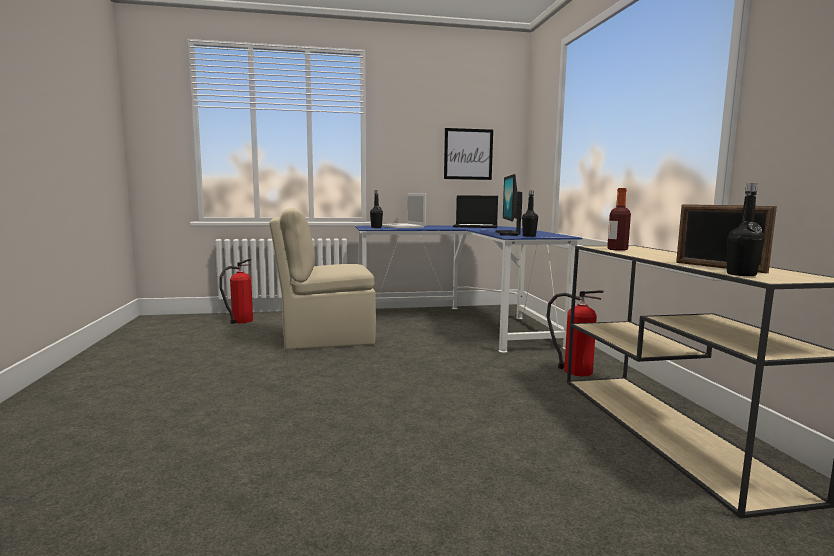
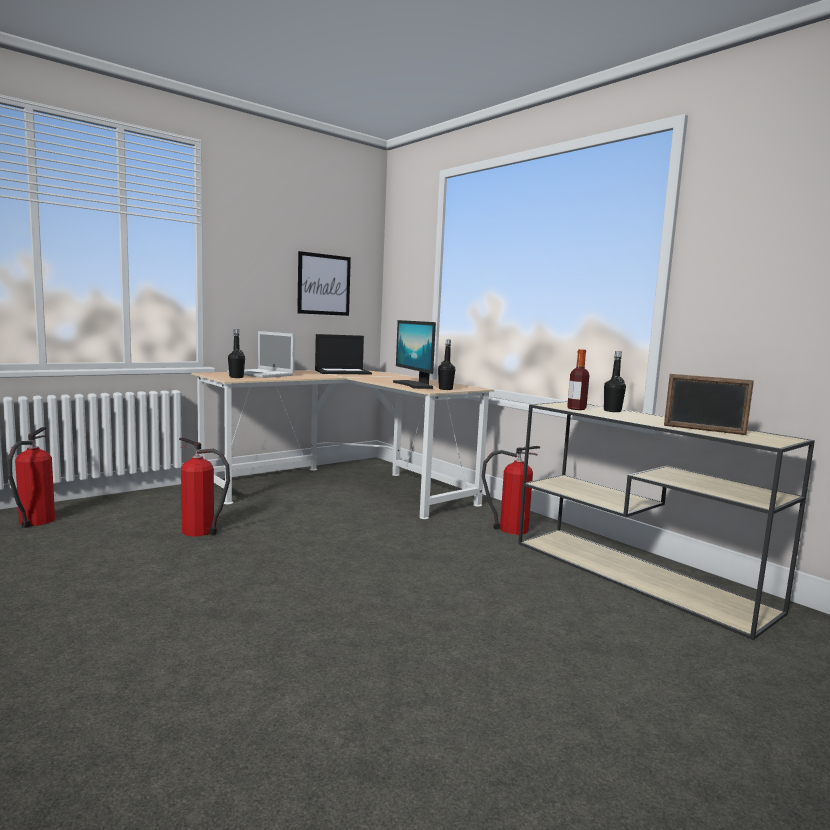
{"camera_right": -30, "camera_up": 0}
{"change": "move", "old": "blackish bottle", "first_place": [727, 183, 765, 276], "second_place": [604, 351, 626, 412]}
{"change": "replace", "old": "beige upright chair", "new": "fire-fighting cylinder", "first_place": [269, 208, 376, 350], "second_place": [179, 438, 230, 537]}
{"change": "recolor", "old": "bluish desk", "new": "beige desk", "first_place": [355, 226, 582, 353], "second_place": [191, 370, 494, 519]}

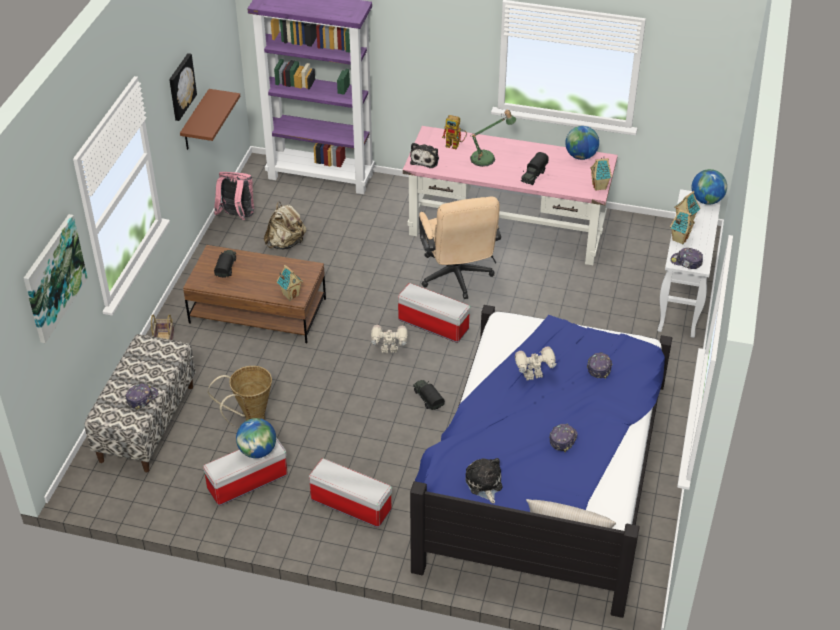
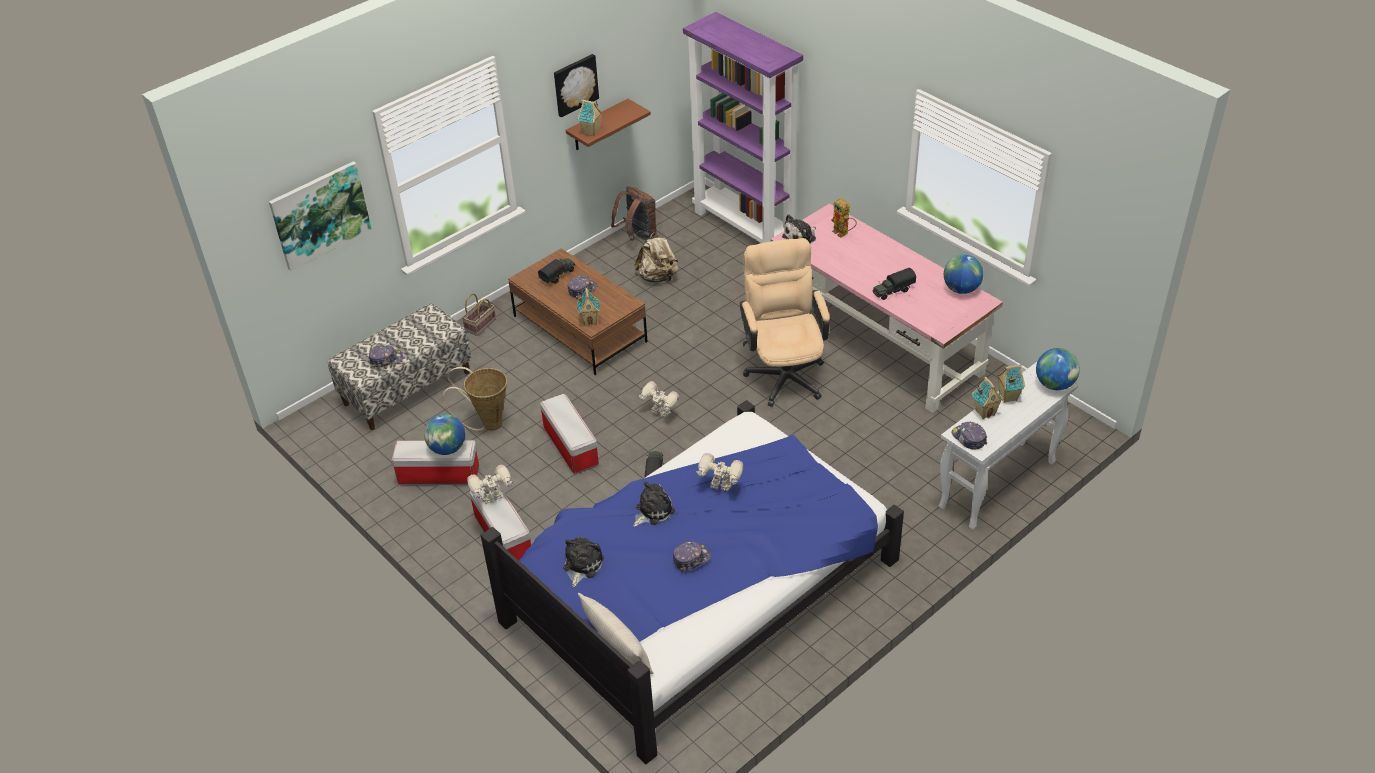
{"camera_right": 35, "camera_up": 0}
{"change": "delete", "old": "table lamp", "first_place": [470, 110, 516, 167]}
{"change": "insert", "new": "robot figure", "second_place": [467, 465, 513, 504]}
{"change": "insert", "new": "plush toy", "second_place": [633, 482, 675, 527]}
{"change": "move", "old": "storage box", "first_place": [398, 283, 470, 343], "second_place": [540, 394, 599, 475]}
{"change": "move", "old": "cap", "first_place": [587, 352, 612, 379], "second_place": [568, 276, 597, 299]}
{"change": "move", "old": "model house", "first_place": [590, 158, 612, 191], "second_place": [578, 99, 602, 136]}
{"change": "recolor", "old": "pink-coloured rucksack", "new": "brownish rucksack", "first_place": [214, 172, 254, 220], "second_place": [611, 186, 656, 241]}
{"change": "rotate", "old": "beige office chair", "first_place": [419, 197, 501, 299], "second_place": [740, 238, 830, 407], "degrees": 150}

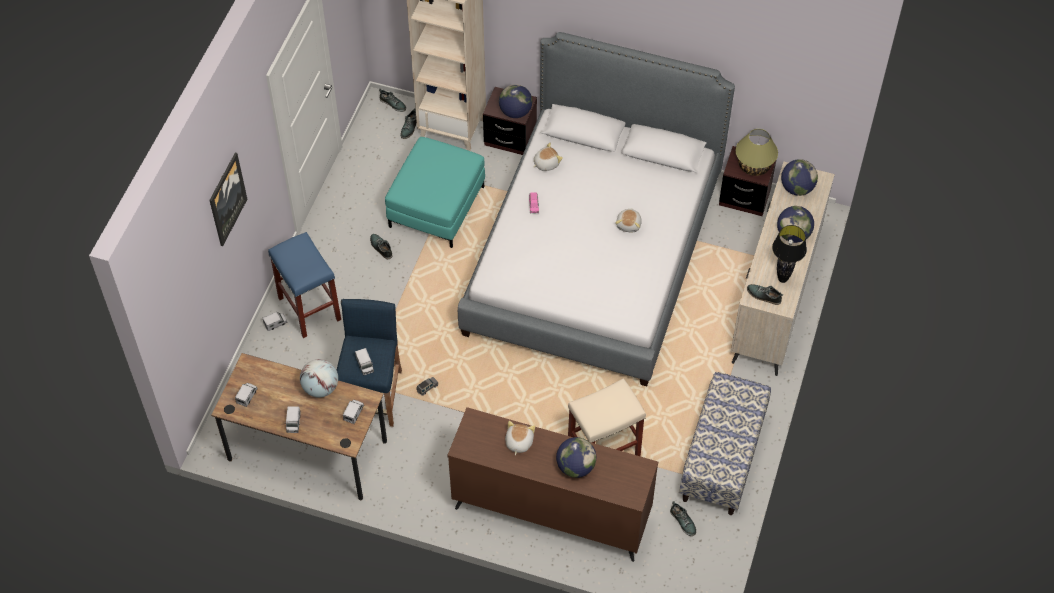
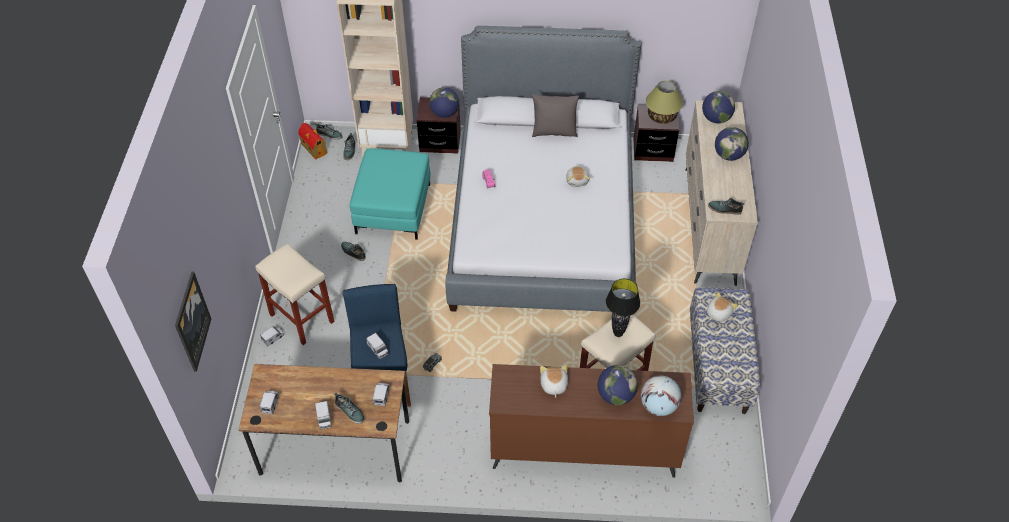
{"camera_right": -15, "camera_up": -5}
{"change": "insert", "new": "model house", "second_place": [298, 123, 327, 159]}
{"change": "insert", "new": "greyish cushion", "second_place": [532, 94, 579, 137]}
{"change": "move", "old": "picture", "first_place": [209, 152, 247, 246], "second_place": [175, 271, 211, 372]}
{"change": "move", "old": "globe", "first_place": [300, 359, 338, 398], "second_place": [641, 376, 681, 416]}
{"change": "move", "old": "plush toy", "first_place": [533, 143, 563, 171], "second_place": [707, 292, 738, 322]}
{"change": "move", "old": "item of footwear", "first_place": [670, 501, 696, 536], "second_place": [334, 393, 365, 424]}
{"change": "move", "old": "blackish table lamp", "first_place": [772, 225, 807, 283], "second_place": [606, 279, 640, 337]}
{"change": "recolor", "old": "bluish stool", "new": "beige stool", "first_place": [268, 232, 341, 338], "second_place": [256, 243, 334, 345]}

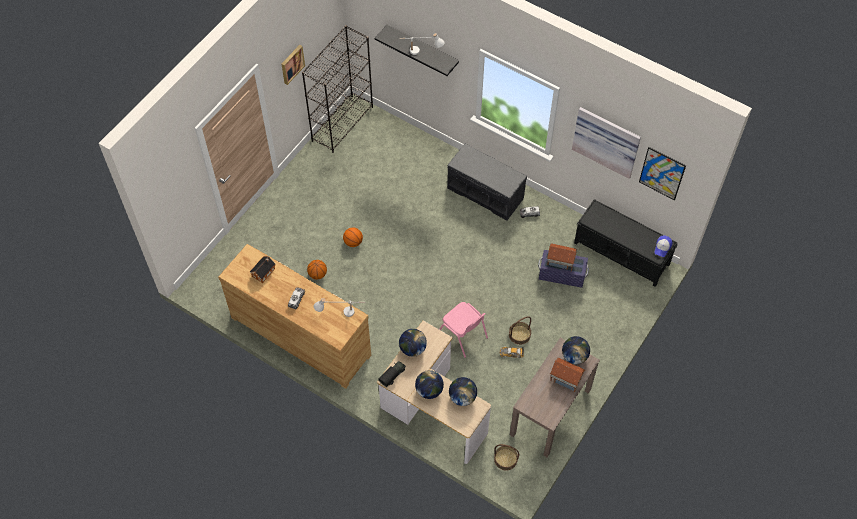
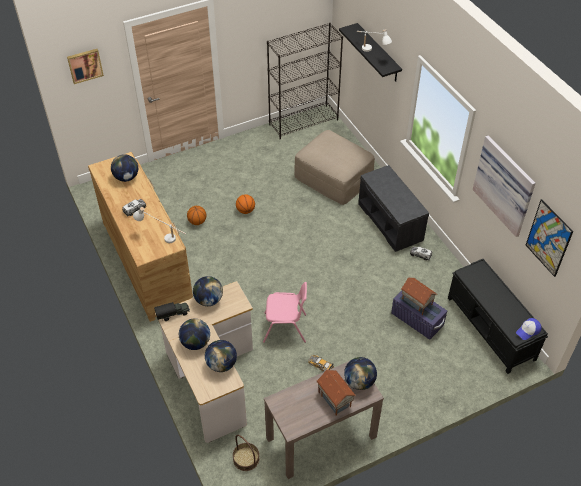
{"camera_right": 30, "camera_up": -10}
{"change": "delete", "old": "storage basket", "first_place": [509, 316, 531, 345]}
{"change": "insert", "new": "beige ottoman", "second_place": [295, 130, 375, 205]}
{"change": "move", "old": "picture", "first_place": [281, 45, 305, 85], "second_place": [67, 49, 104, 84]}
{"change": "replace", "old": "model house", "new": "globe", "first_place": [250, 256, 275, 283], "second_place": [111, 154, 138, 182]}
{"change": "rotate", "old": "pink-coloured upright chair", "first_place": [439, 302, 488, 358], "second_place": [263, 282, 307, 343], "degrees": -75}

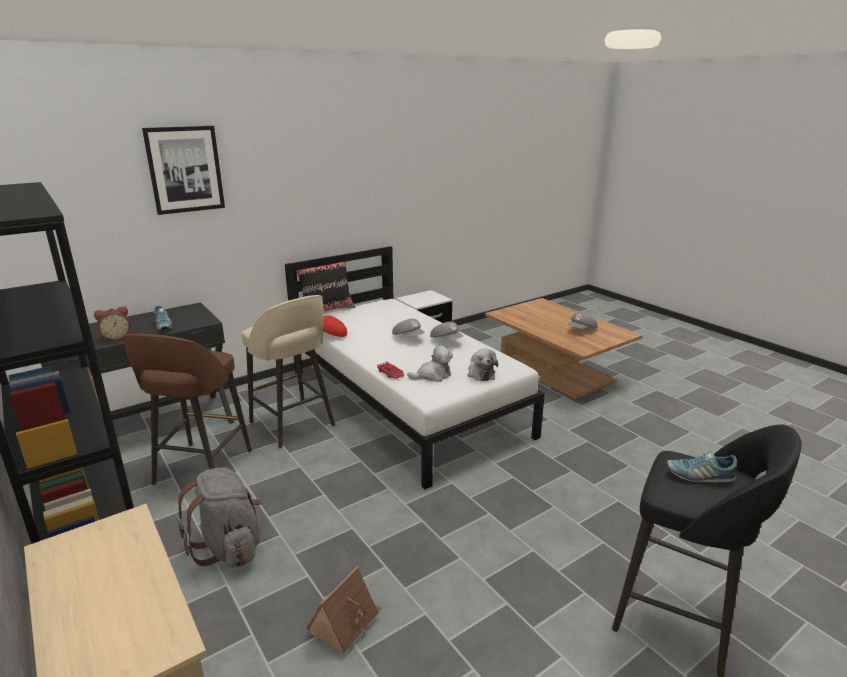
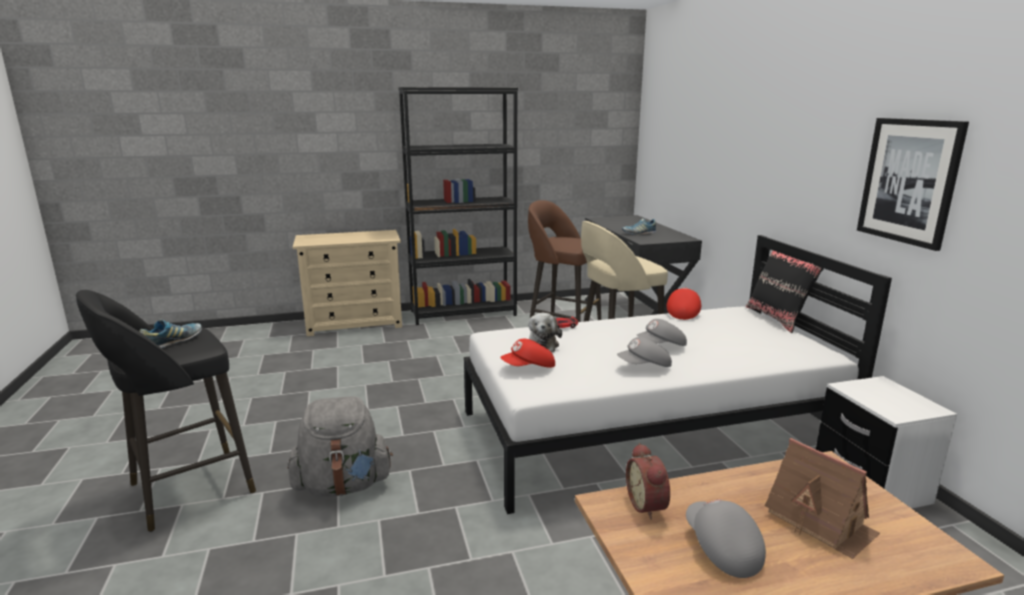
{"camera_right": 110, "camera_up": -5}
{"change": "move", "old": "bedside clock", "first_place": [94, 306, 130, 341], "second_place": [626, 443, 670, 520]}
{"change": "move", "old": "picture", "first_place": [142, 126, 225, 215], "second_place": [857, 118, 969, 251]}
{"change": "move", "old": "greyish rucksack", "first_place": [176, 467, 262, 568], "second_place": [288, 396, 393, 497]}
{"change": "move", "old": "model house", "first_place": [306, 566, 382, 654], "second_place": [765, 438, 880, 559]}
{"change": "replace", "old": "plush toy", "new": "red cap", "first_place": [467, 349, 498, 381], "second_place": [500, 339, 555, 368]}

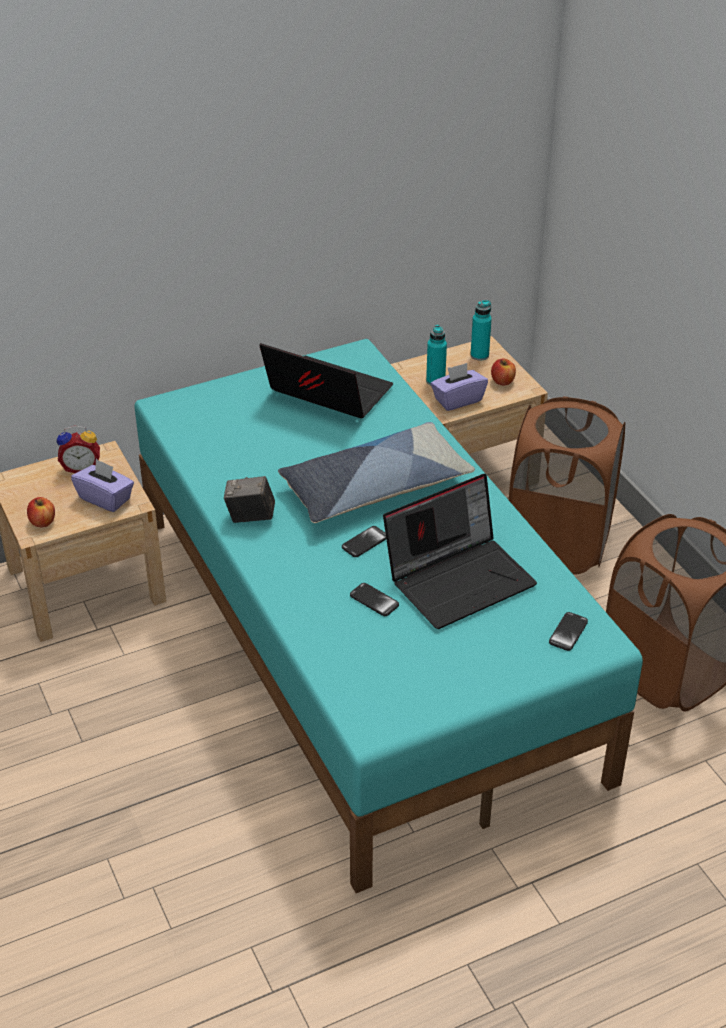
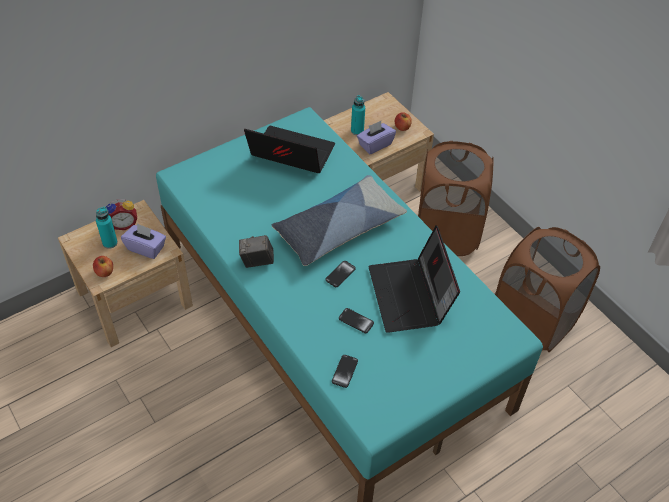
{"camera_right": -10, "camera_up": 10}
{"change": "move", "old": "turquoise bottle", "first_place": [471, 300, 492, 361], "second_place": [96, 207, 118, 249]}
{"change": "move", "old": "telephone", "first_place": [549, 612, 588, 651], "second_place": [332, 355, 358, 388]}
{"change": "rotate", "old": "notebook computer", "first_place": [383, 474, 537, 629], "second_place": [368, 225, 460, 333], "degrees": 120}

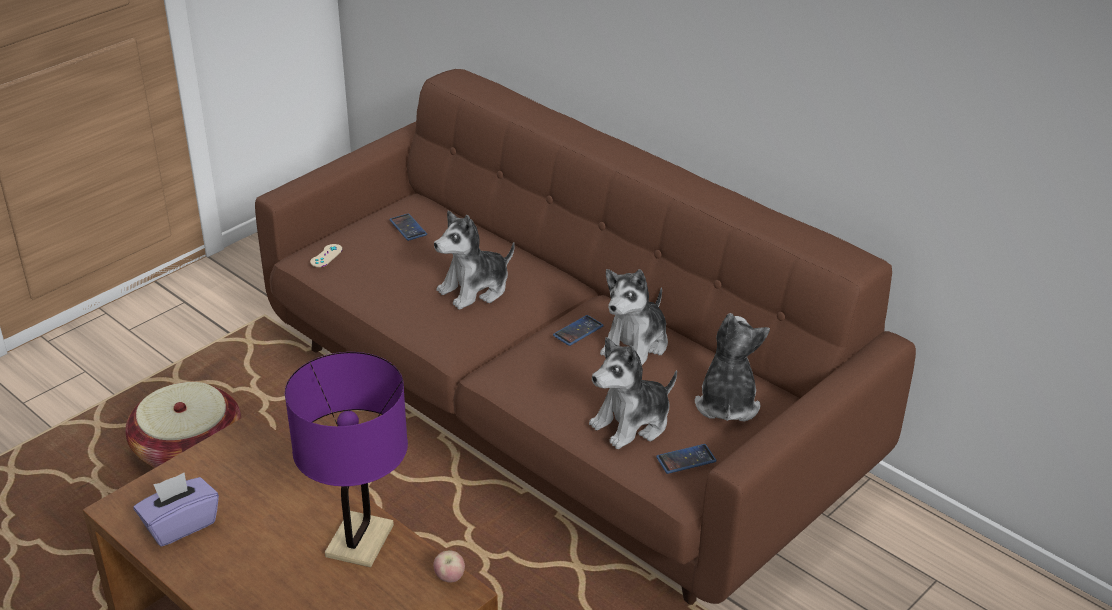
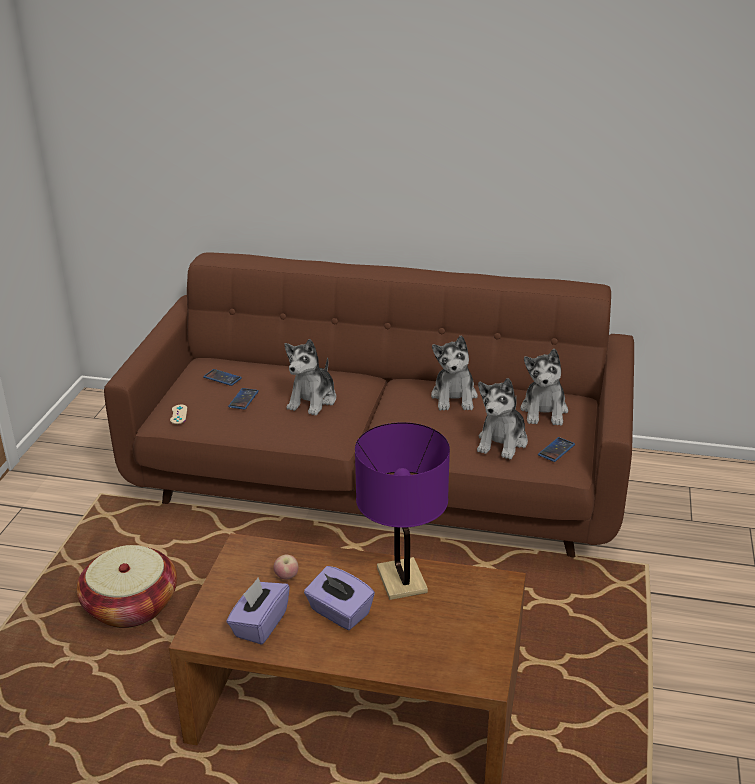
{"camera_right": -30, "camera_up": -5}
{"change": "insert", "new": "purple-coloured tissue box", "second_place": [304, 566, 375, 630]}
{"change": "move", "old": "apple fruit", "first_place": [433, 550, 465, 583], "second_place": [273, 554, 298, 580]}
{"change": "move", "old": "telephone", "first_place": [553, 315, 604, 346], "second_place": [228, 388, 259, 410]}
{"change": "rotate", "old": "plush toy", "first_place": [695, 313, 770, 422], "second_place": [520, 349, 568, 426], "degrees": -150}

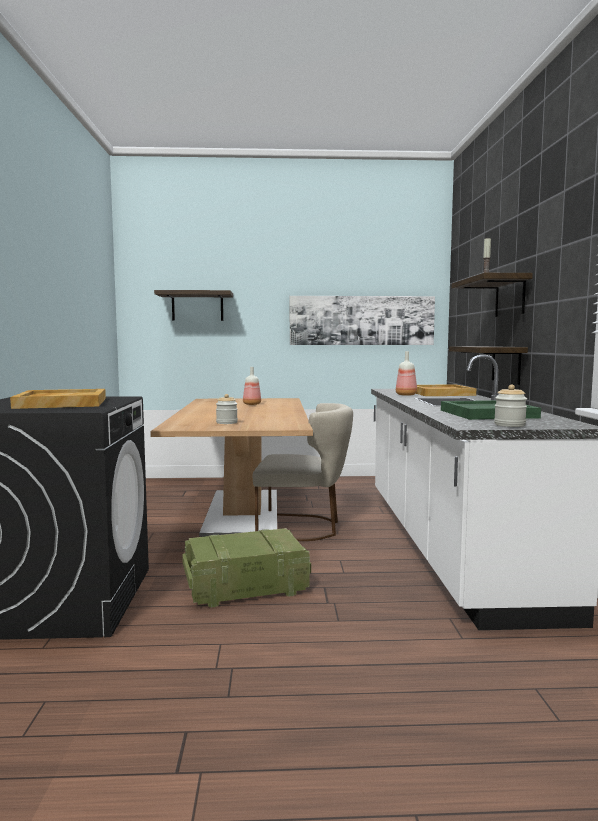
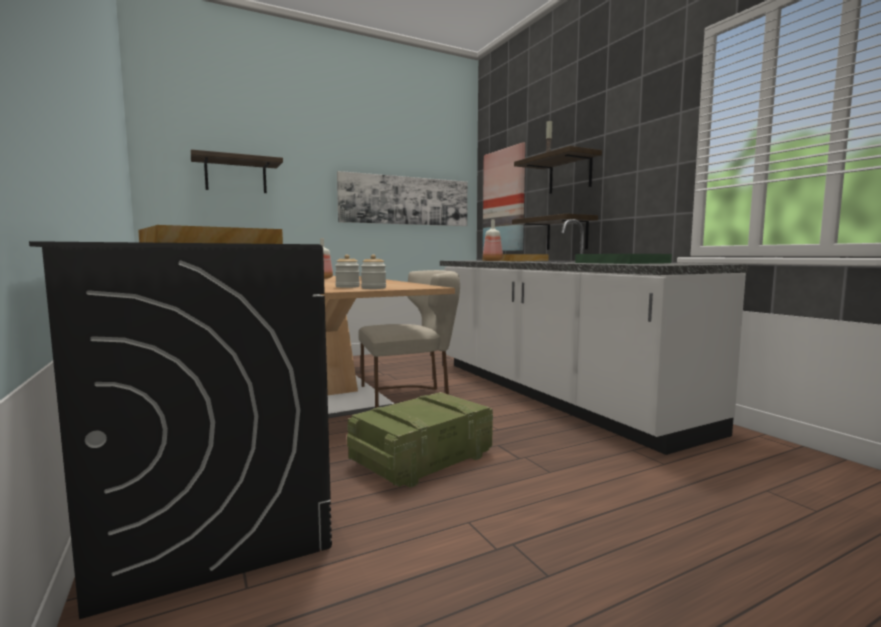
{"camera_right": -25, "camera_up": 0}
{"change": "insert", "new": "picture", "second_place": [483, 142, 525, 251]}
{"change": "move", "old": "jar", "first_place": [494, 385, 527, 427], "second_place": [361, 254, 386, 289]}

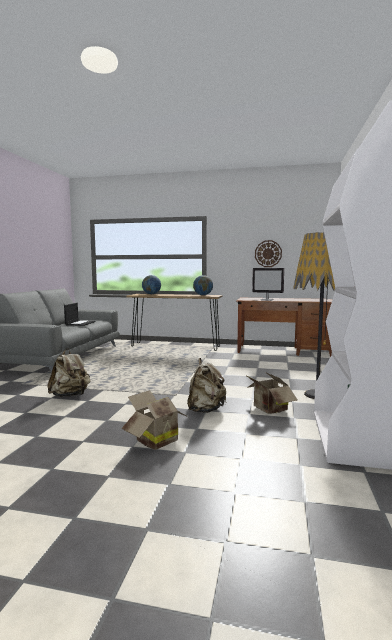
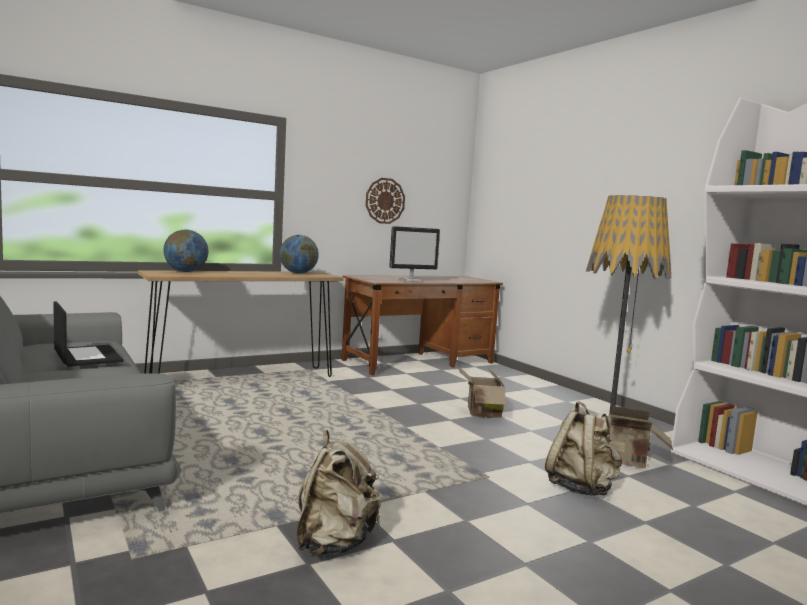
{"camera_right": -45, "camera_up": 0}
{"change": "move", "old": "carton", "first_place": [121, 390, 190, 450], "second_place": [458, 366, 506, 418]}

